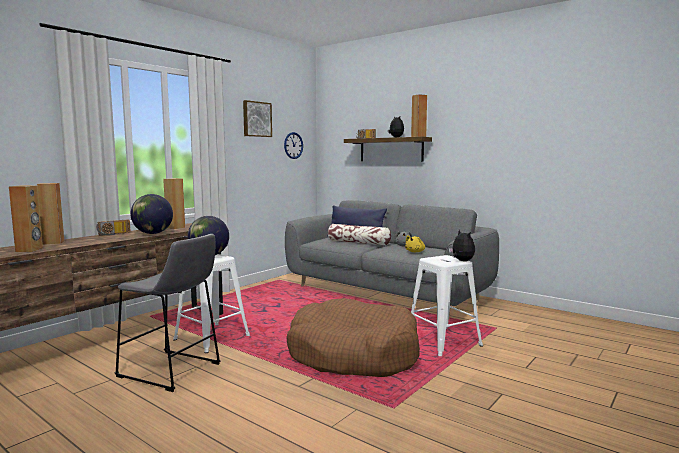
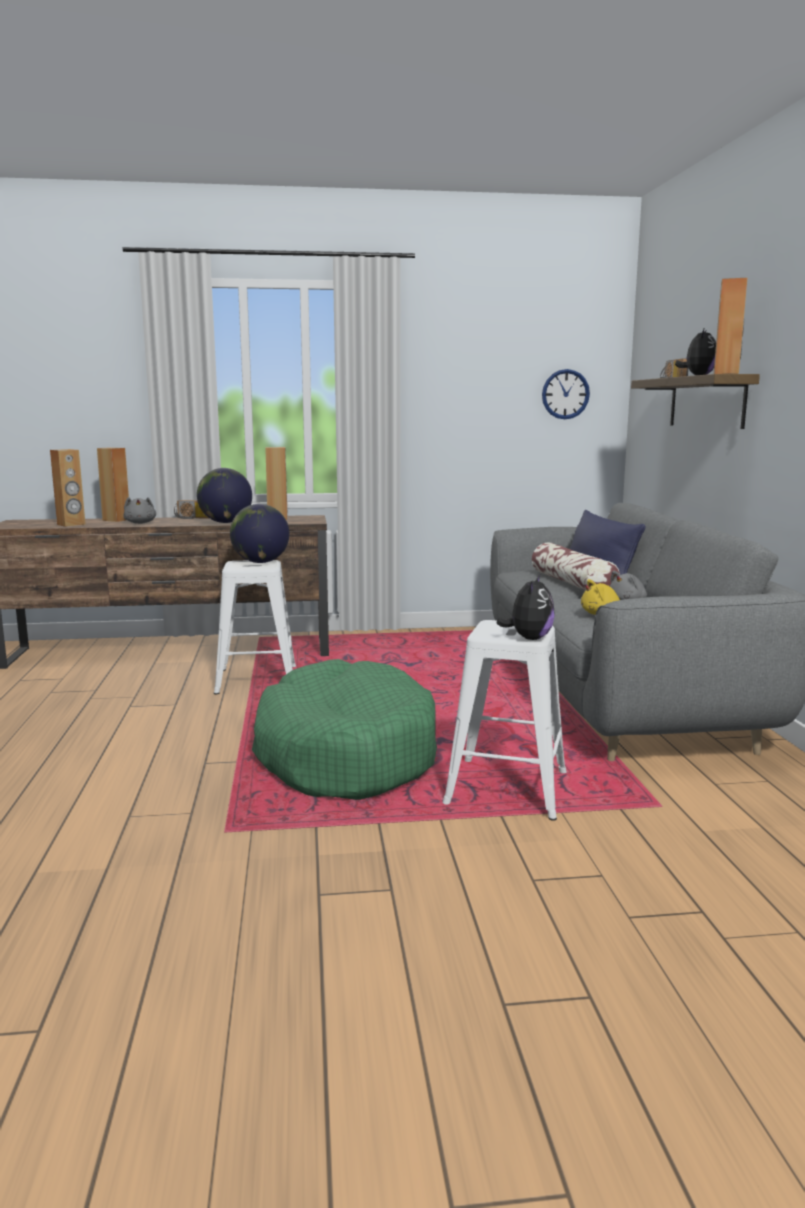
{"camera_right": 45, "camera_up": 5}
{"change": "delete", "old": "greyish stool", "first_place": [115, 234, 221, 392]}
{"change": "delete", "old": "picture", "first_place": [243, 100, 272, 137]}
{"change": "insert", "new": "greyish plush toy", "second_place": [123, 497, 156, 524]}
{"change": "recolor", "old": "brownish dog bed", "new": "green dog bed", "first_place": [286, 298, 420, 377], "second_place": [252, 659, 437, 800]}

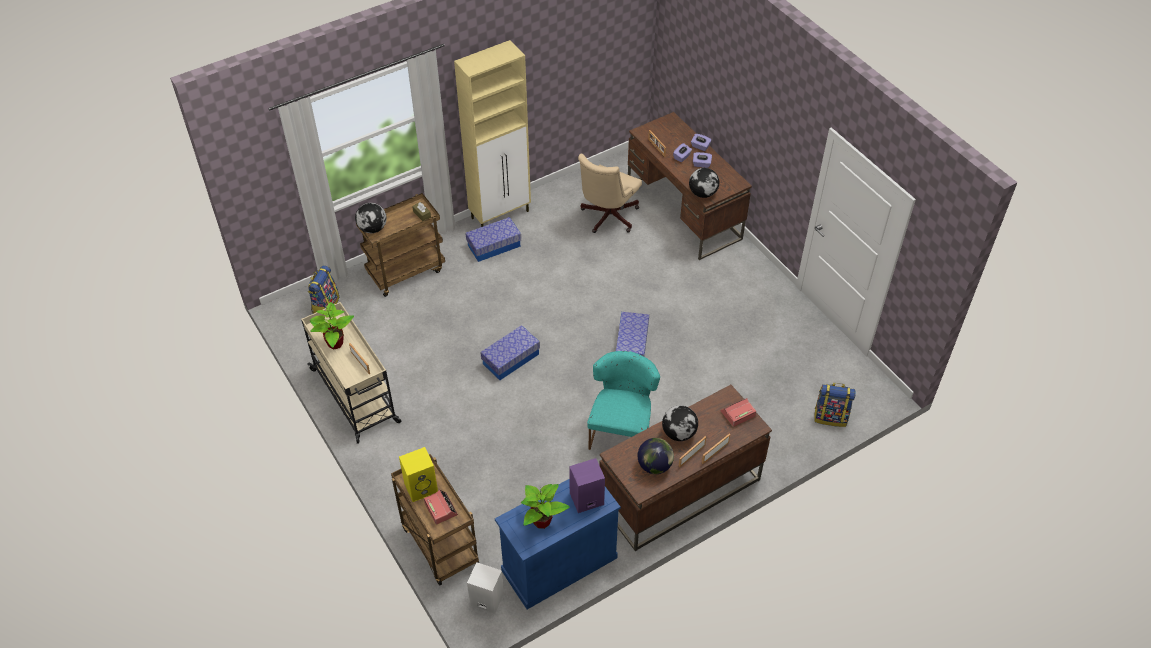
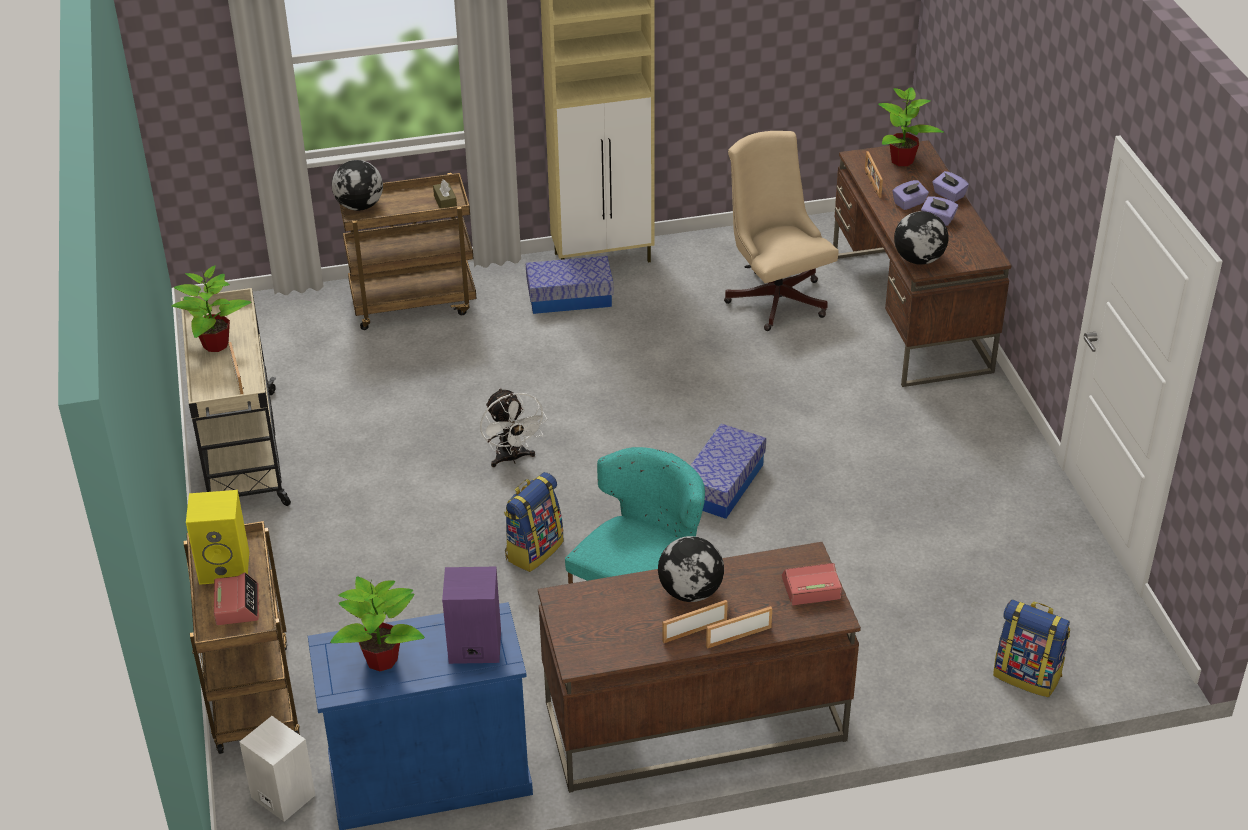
{"camera_right": 20, "camera_up": -10}
{"change": "delete", "old": "globe", "first_place": [638, 438, 674, 474]}
{"change": "insert", "new": "potted plant", "second_place": [878, 87, 944, 166]}
{"change": "move", "old": "rucksack", "first_place": [308, 265, 339, 314], "second_place": [504, 472, 564, 572]}
{"change": "replace", "old": "storage box", "new": "white electric fan", "first_place": [480, 325, 540, 380], "second_place": [480, 388, 547, 467]}
{"change": "rotate", "old": "beige office chair", "first_place": [578, 154, 642, 233], "second_place": [724, 131, 839, 331], "degrees": 105}

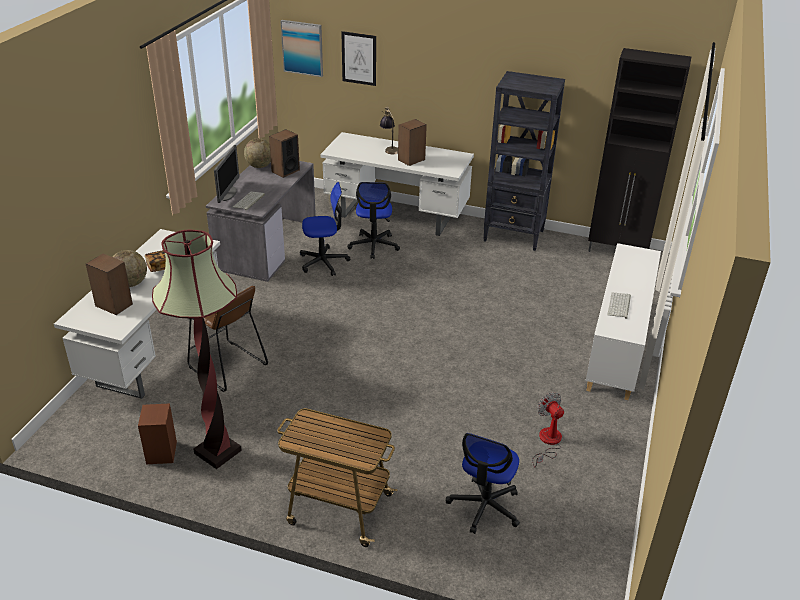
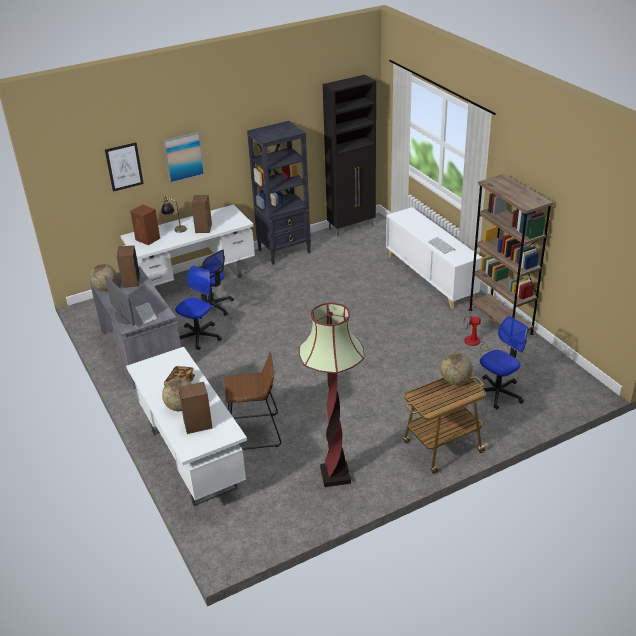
{"camera_right": -45, "camera_up": 0}
{"change": "insert", "new": "globe", "second_place": [440, 352, 473, 385]}
{"change": "insert", "new": "brownish bookshelf", "second_place": [469, 174, 554, 335]}
{"change": "move", "old": "brownish audio speaker", "first_place": [138, 403, 177, 464], "second_place": [130, 204, 160, 245]}
{"change": "move", "old": "picture", "first_place": [281, 20, 323, 77], "second_place": [163, 132, 205, 183]}
{"change": "rotate", "old": "office chair", "first_place": [446, 433, 520, 534], "second_place": [480, 316, 528, 410], "degrees": -105}

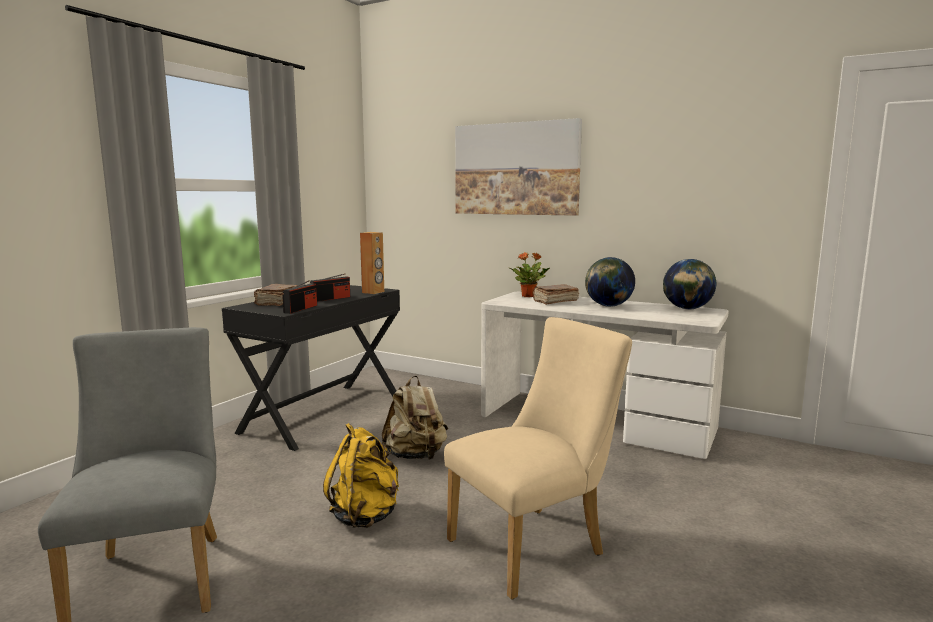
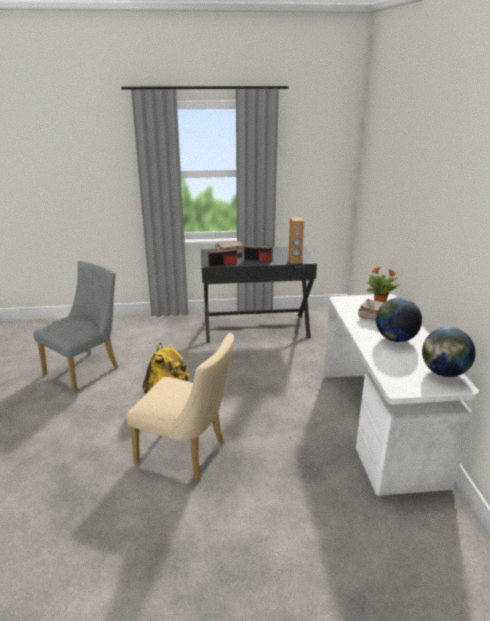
{"camera_right": 55, "camera_up": 15}
{"change": "delete", "old": "beige rucksack", "first_place": [382, 376, 448, 460]}
{"change": "delete", "old": "picture", "first_place": [455, 118, 582, 216]}

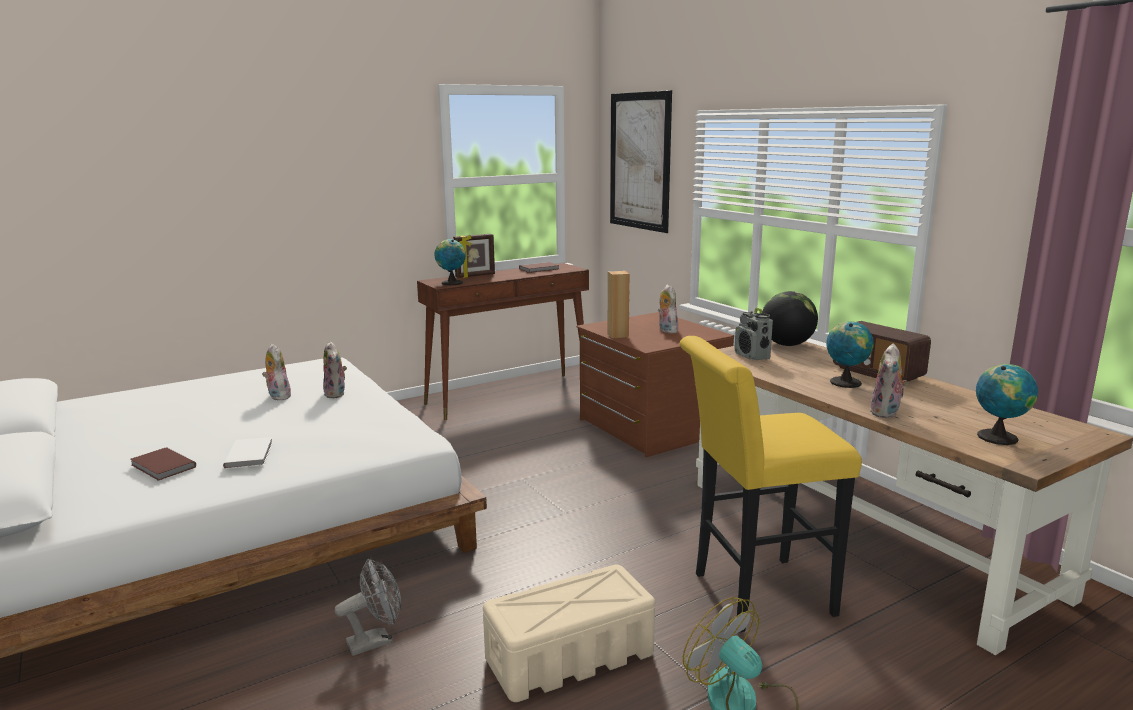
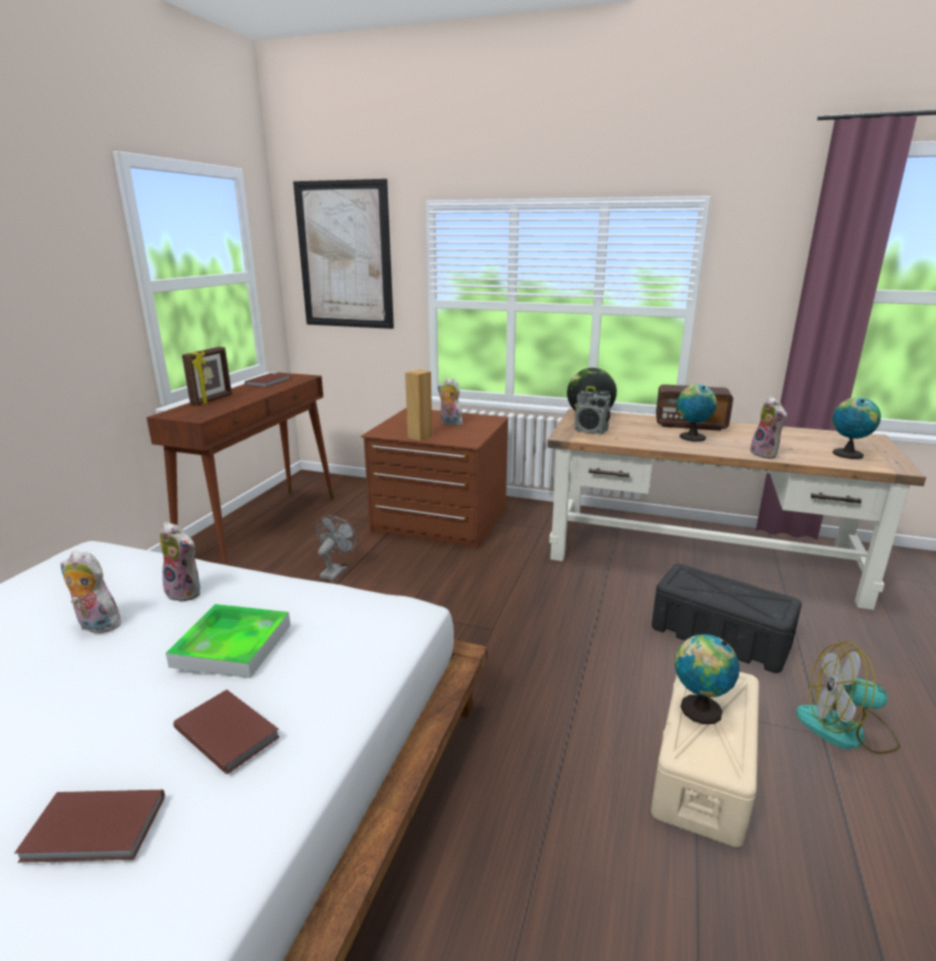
{"camera_right": -40, "camera_up": 5}
{"change": "insert", "new": "serving tray", "second_place": [166, 604, 291, 678]}
{"change": "move", "old": "greyish electric fan", "first_place": [335, 559, 401, 656], "second_place": [316, 516, 358, 581]}
{"change": "move", "old": "globe", "first_place": [434, 239, 466, 285], "second_place": [675, 634, 740, 724]}
{"change": "replace", "old": "yellowish stool", "new": "blackish storage box", "first_place": [680, 336, 862, 632], "second_place": [652, 564, 802, 673]}
{"change": "recolor", "old": "white book", "new": "brownish book", "first_place": [223, 437, 273, 469], "second_place": [173, 690, 280, 774]}

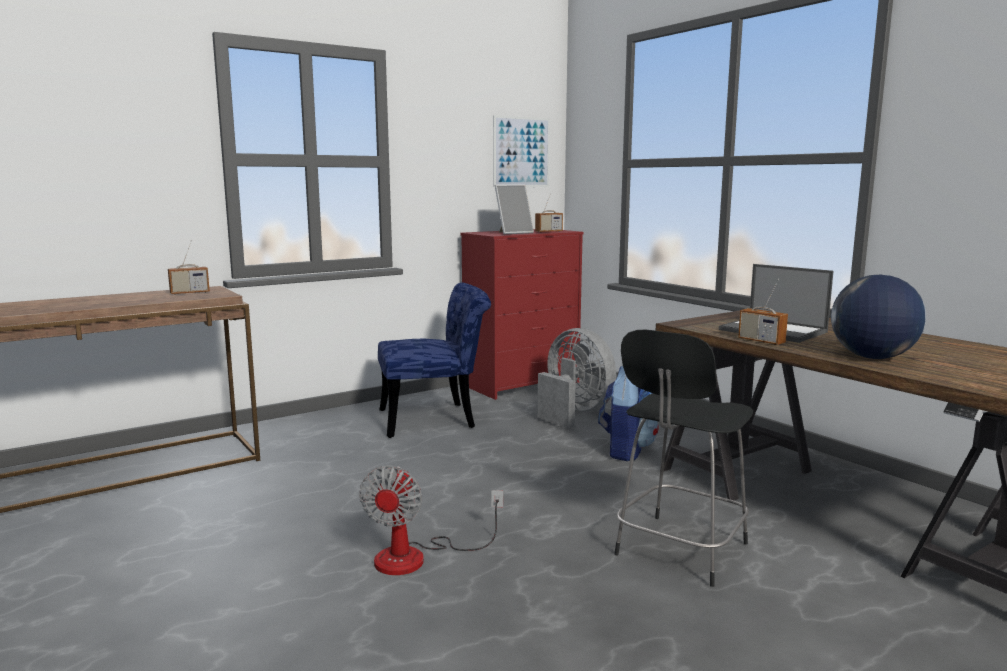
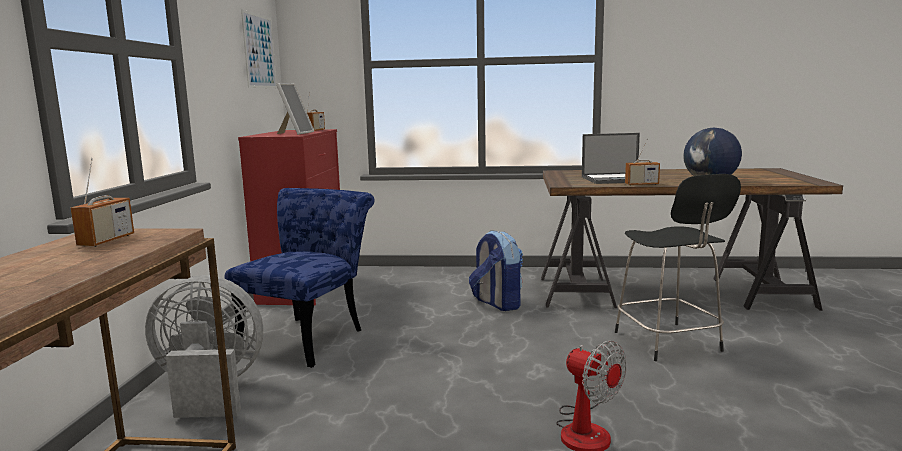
{"camera_right": -50, "camera_up": 0}
{"change": "move", "old": "greyish electric fan", "first_place": [538, 328, 616, 428], "second_place": [145, 275, 263, 418]}

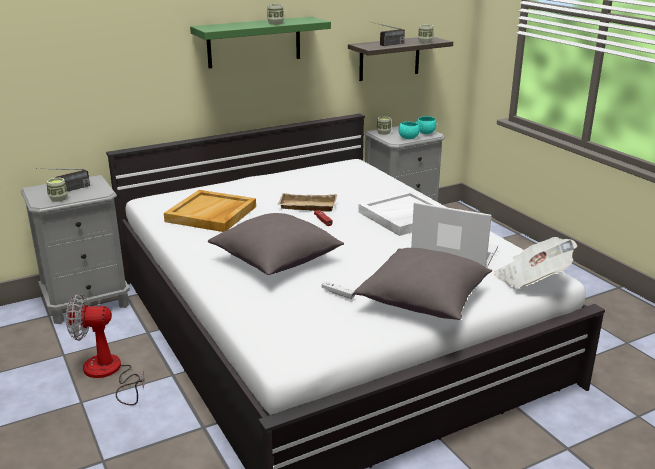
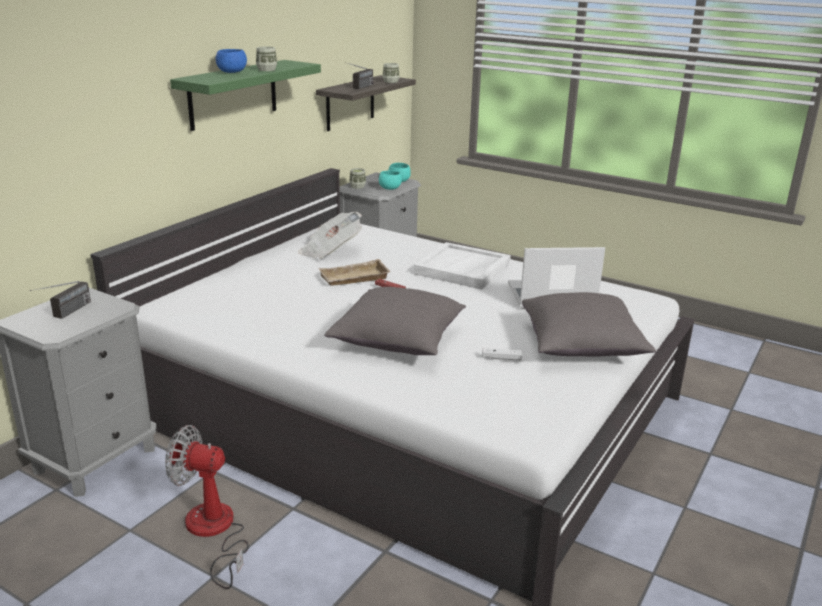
{"camera_right": -30, "camera_up": 0}
{"change": "delete", "old": "drinking cup", "first_place": [47, 178, 68, 202]}
{"change": "delete", "old": "beige serving tray", "first_place": [164, 190, 256, 232]}
{"change": "insert", "new": "bluish serving bowl", "second_place": [215, 49, 247, 73]}
{"change": "move", "old": "newspaper", "first_place": [494, 237, 578, 289], "second_place": [298, 212, 362, 259]}
{"change": "rotate", "old": "electric fan", "first_place": [66, 293, 145, 405], "second_place": [165, 425, 249, 589], "degrees": 45}

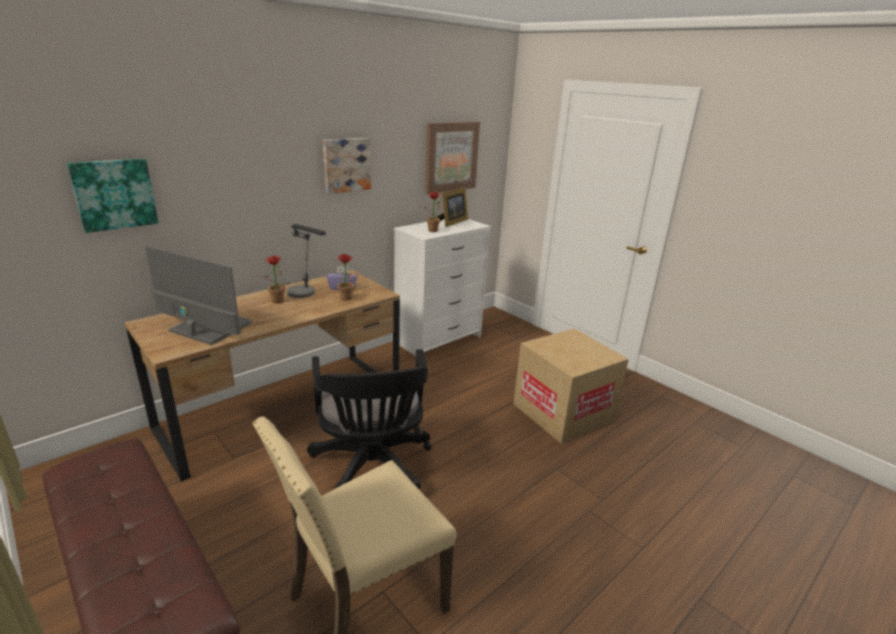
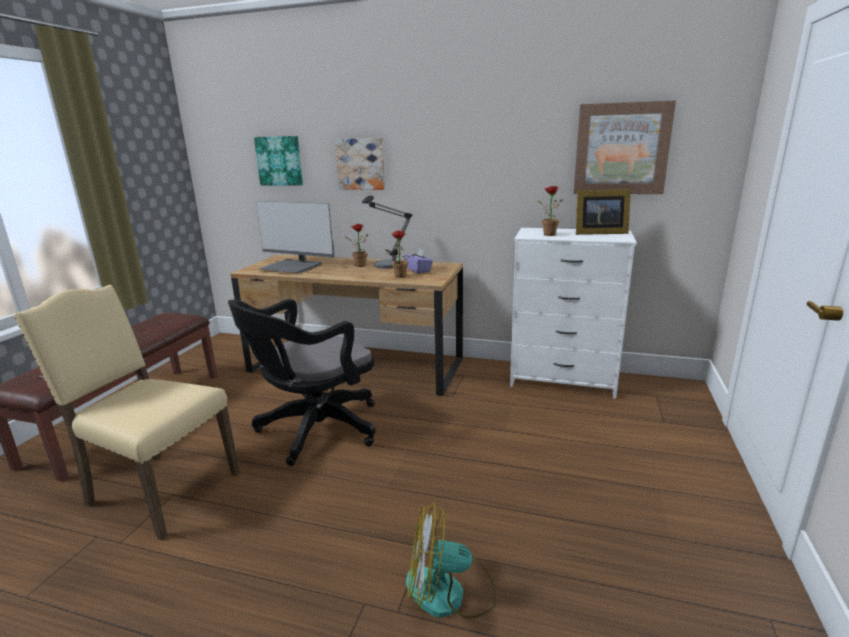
{"camera_right": 60, "camera_up": -5}
{"change": "delete", "old": "carton", "first_place": [513, 328, 629, 444]}
{"change": "insert", "new": "electric fan", "second_place": [406, 503, 497, 619]}
{"change": "move", "old": "picture", "first_place": [323, 138, 371, 194], "second_place": [335, 138, 385, 190]}
{"change": "rotate", "old": "computer screen", "first_place": [145, 246, 253, 345], "second_place": [256, 201, 335, 273], "degrees": 120}

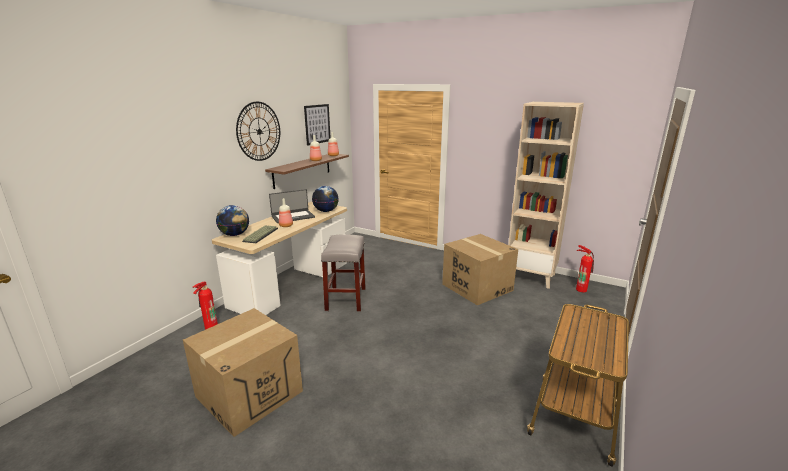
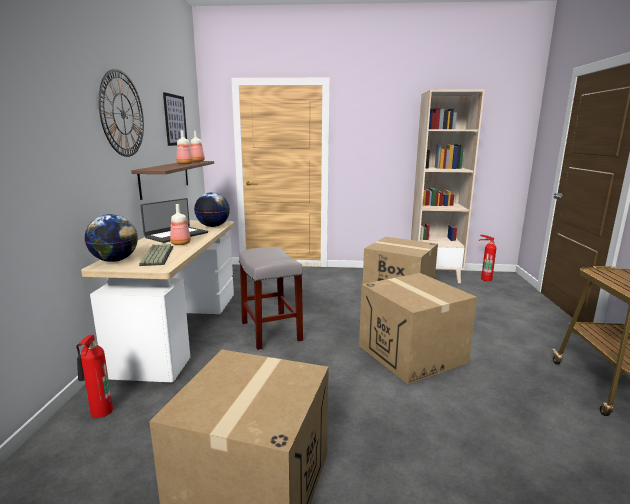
{"camera_right": -25, "camera_up": -5}
{"change": "insert", "new": "carton", "second_place": [359, 273, 477, 384]}

